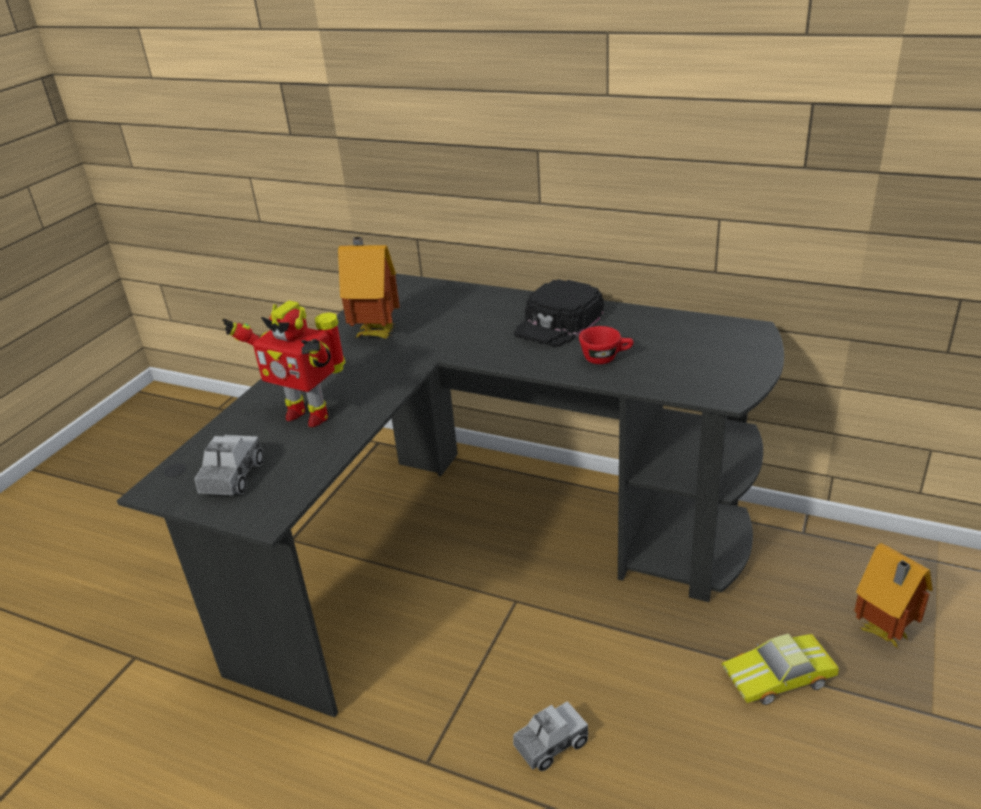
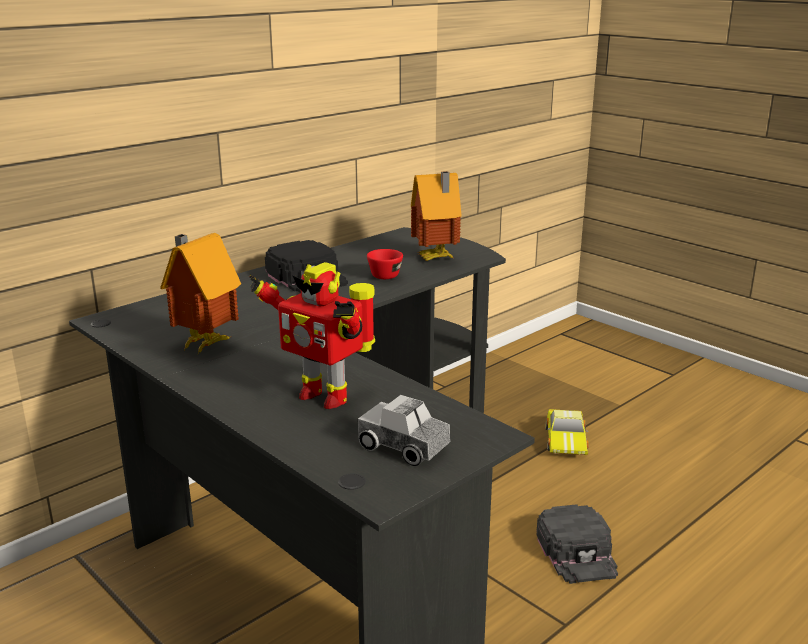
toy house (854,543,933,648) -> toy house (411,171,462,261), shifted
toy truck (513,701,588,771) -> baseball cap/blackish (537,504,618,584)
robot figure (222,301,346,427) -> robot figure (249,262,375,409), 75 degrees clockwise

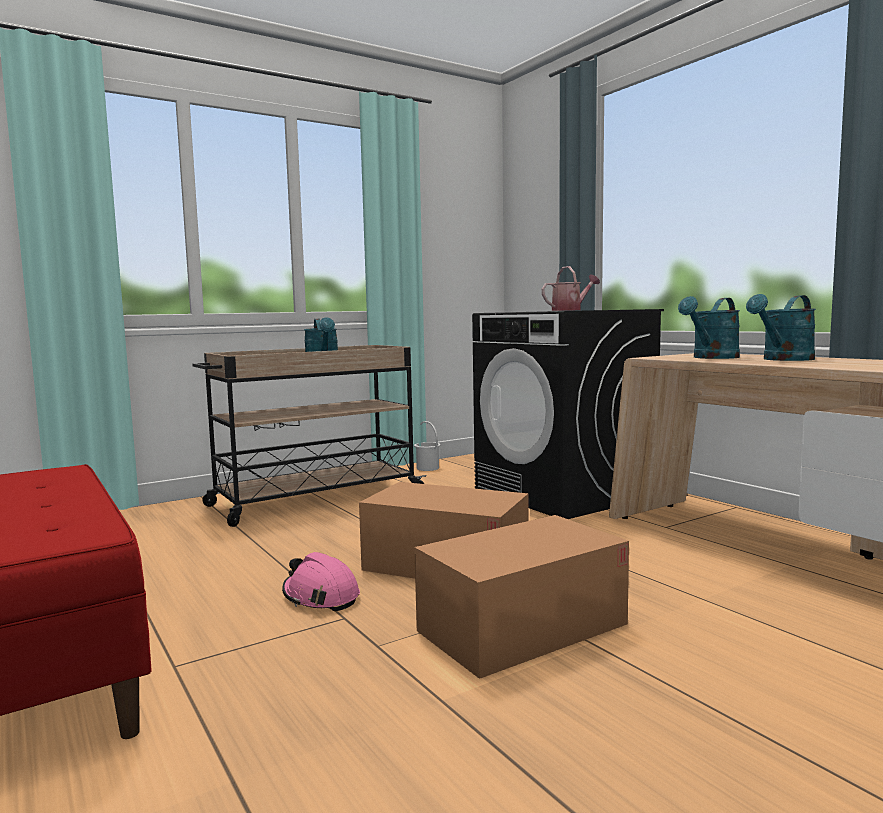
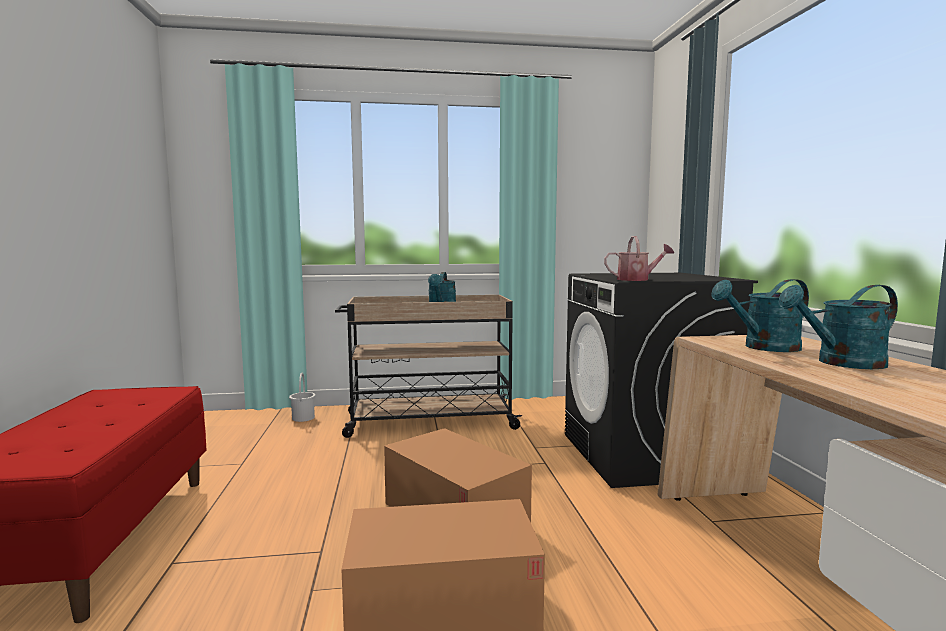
safety helmet/pinkish (282,552,360,611) -> none
pail/whitish (414,421,441,471) -> pail/whitish (289,373,316,422), shifted

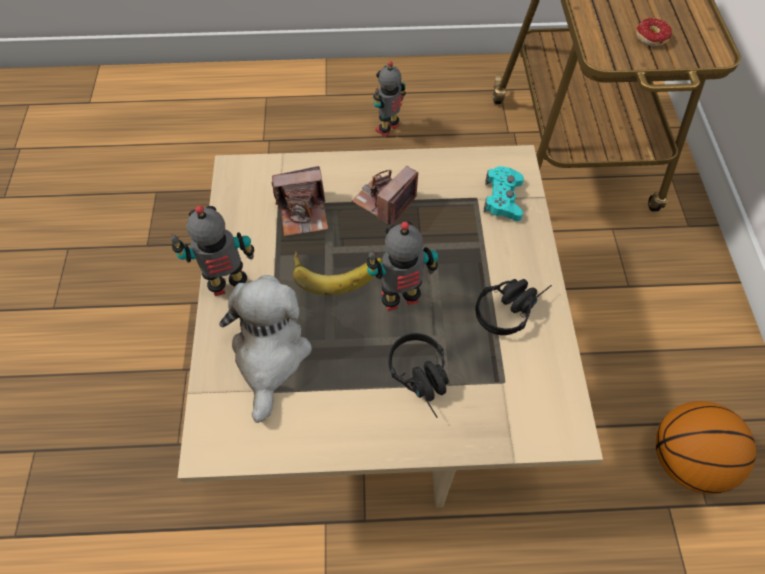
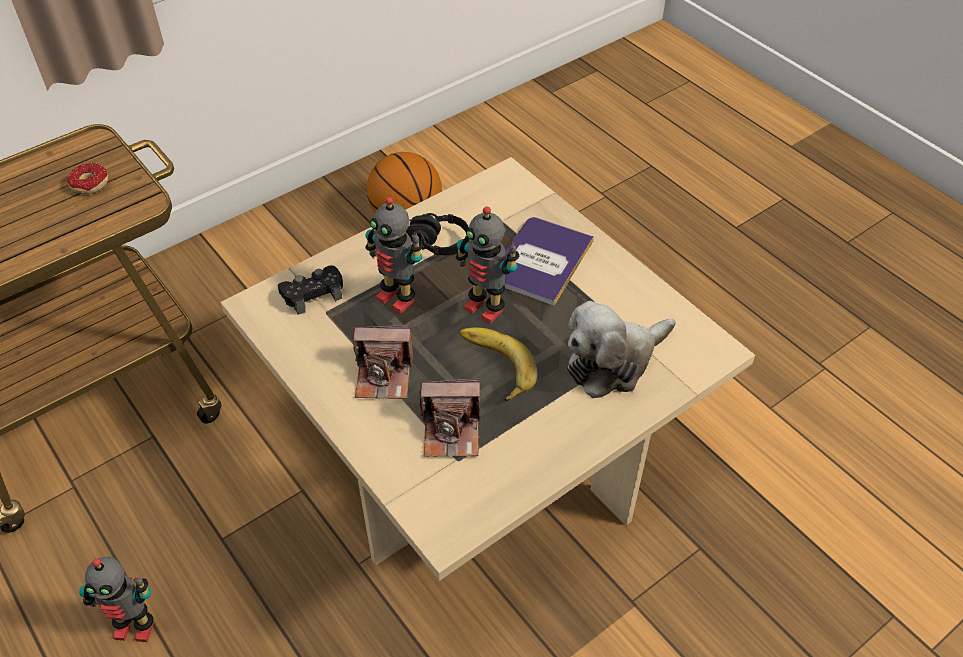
robot figure (171,205,254,296) -> robot figure (365,197,423,314), shifted
pair of headphones/blackish (388,333,449,418) -> book (504,217,594,306)
gamepad/blue-green (484,166,524,221) -> gamepad/blackish (278,265,343,315)
still camera (272,166,328,236) -> still camera (419,378,481,457), 135 degrees clockwise

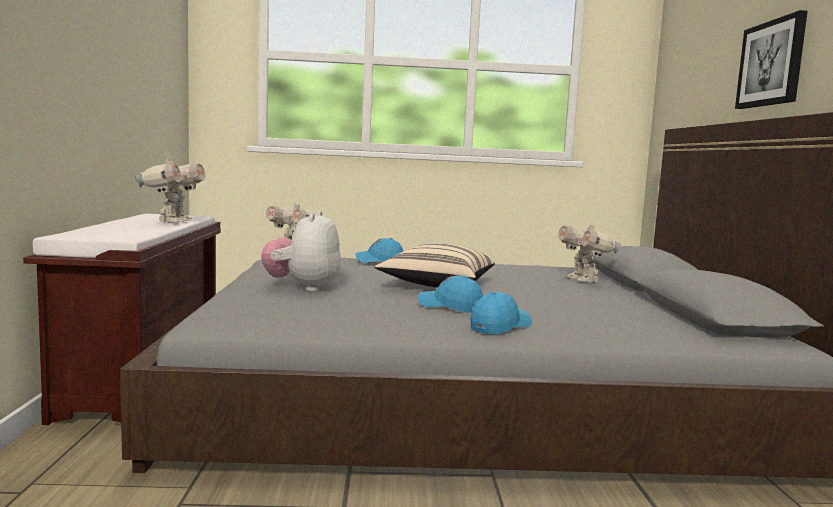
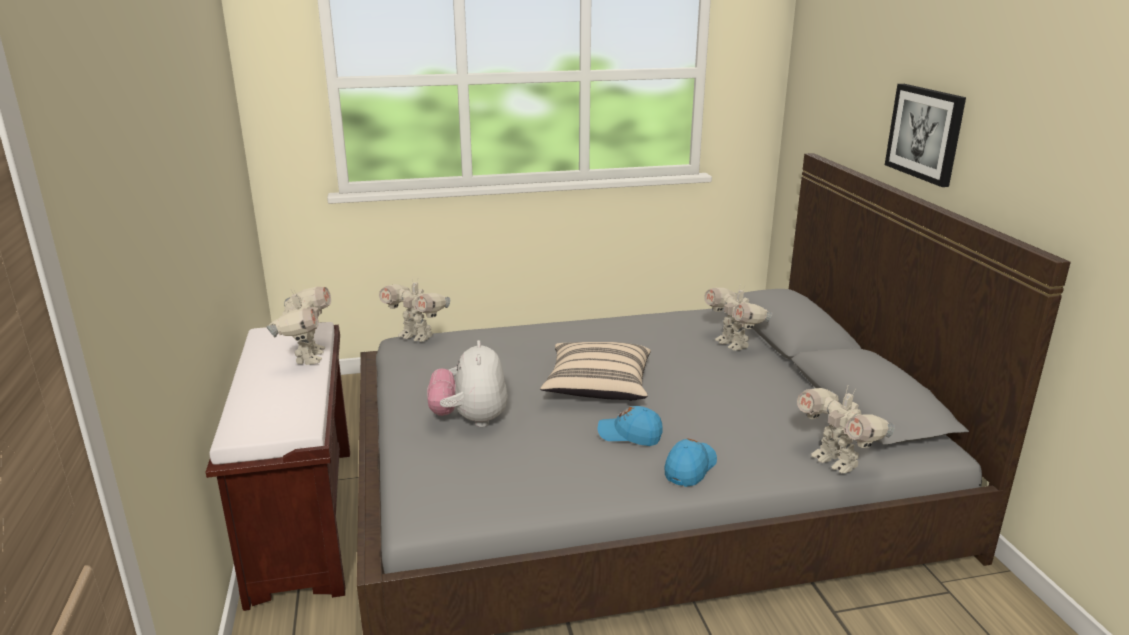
baseball cap/bluish (355,238,403,263) -> none
none -> robot figure (797,386,895,474)

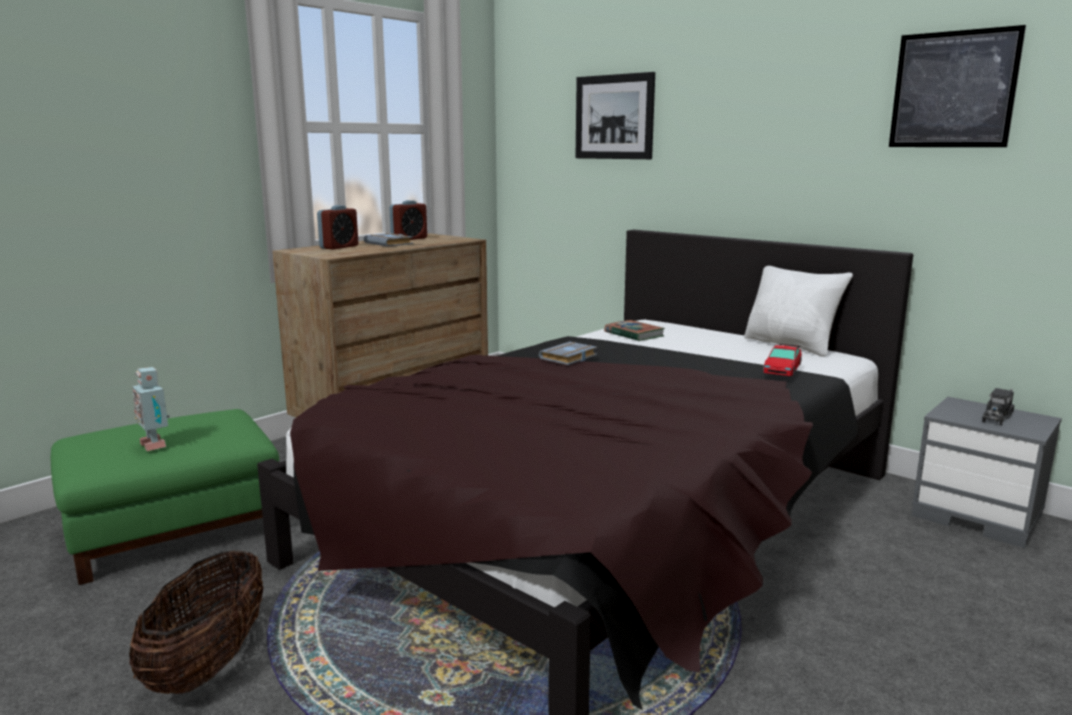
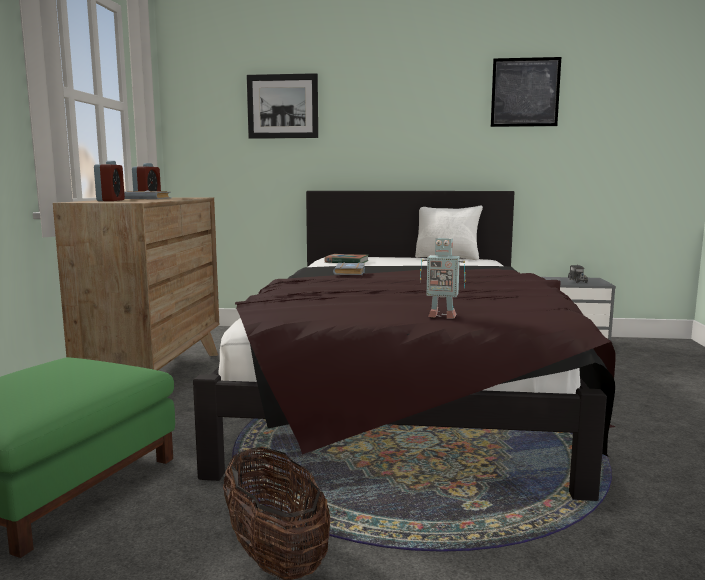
model car (763,344,802,376) -> none
robot figure (132,367,169,451) -> robot figure (420,238,466,319), shifted

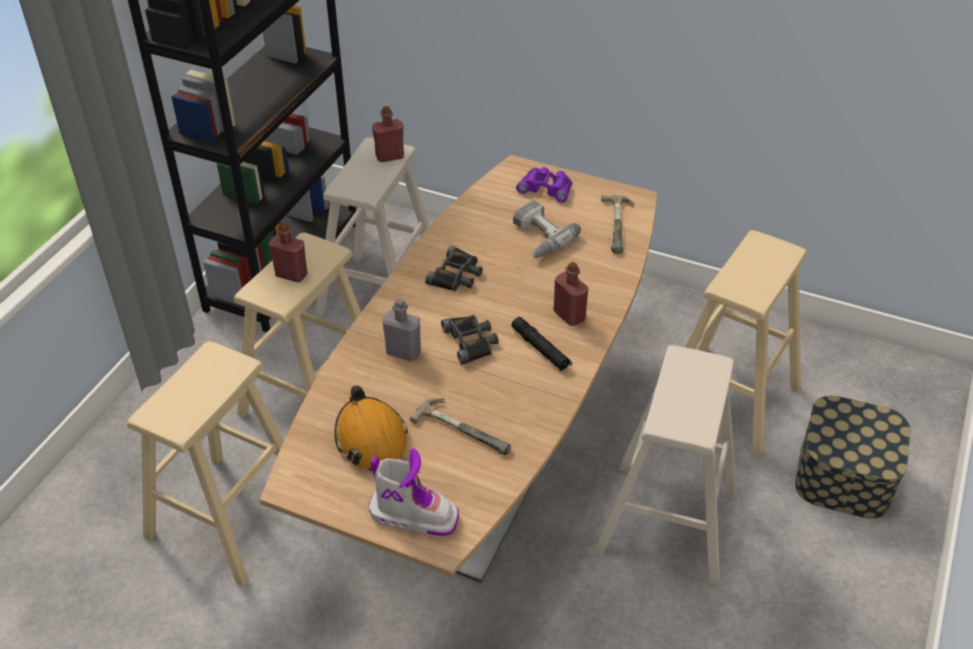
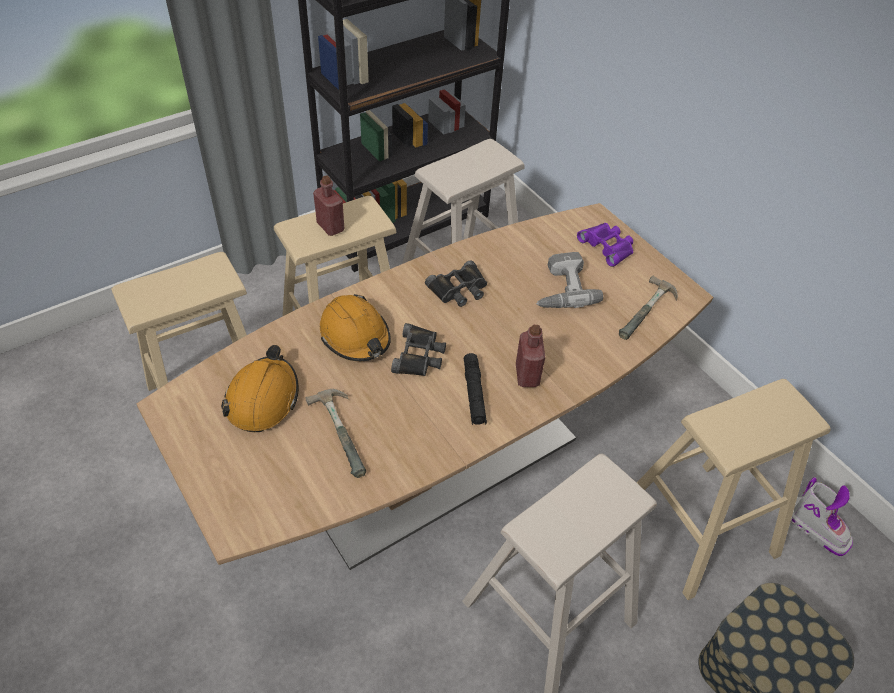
drink bottle/red-coloured (372,106,404,163) -> none
boot (369,448,459,536) -> boot (791,477,853,556), shifted
drink bottle/grey (382,299,421,362) -> safety helmet/orangey (320,294,391,361)

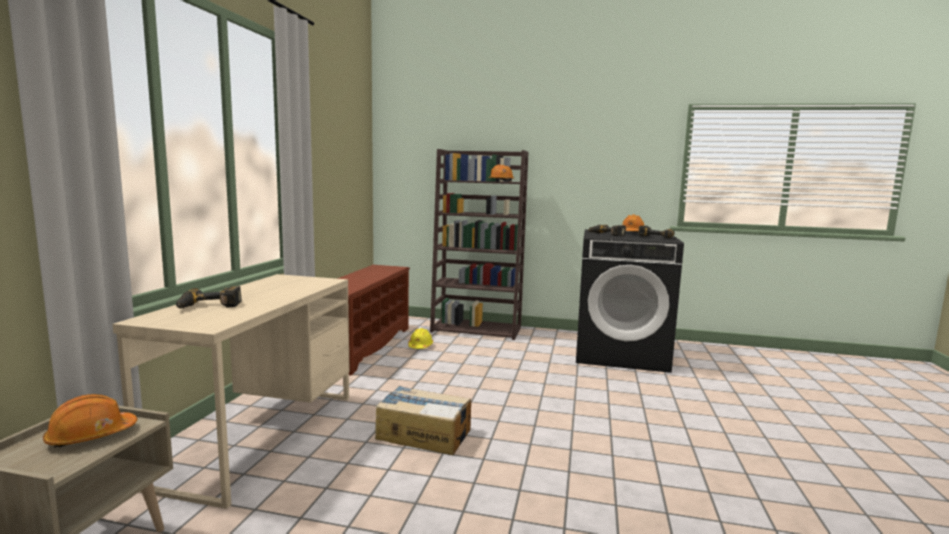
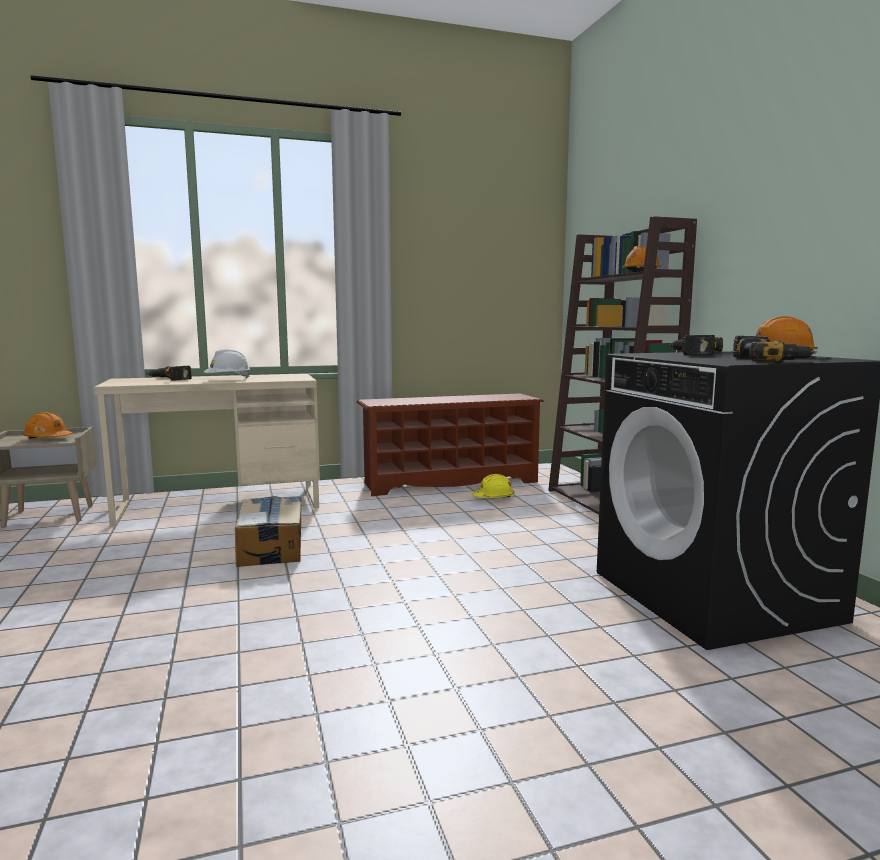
none -> safety helmet/whitish (204,349,250,378)

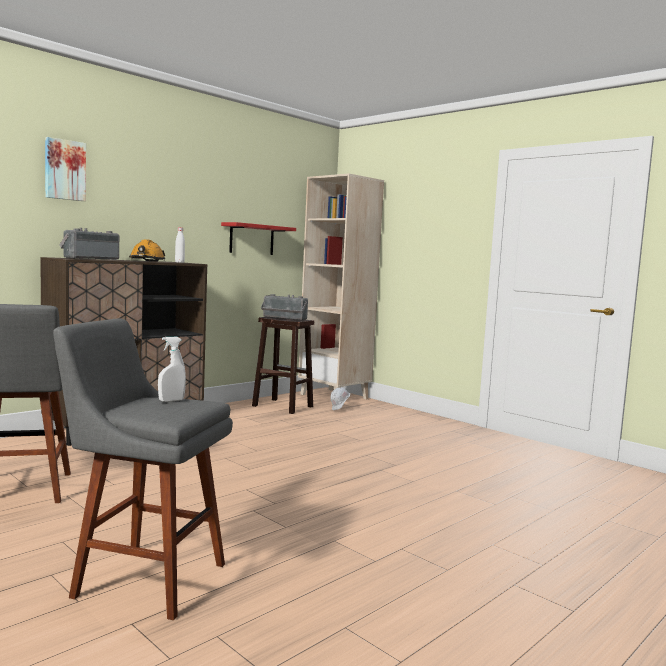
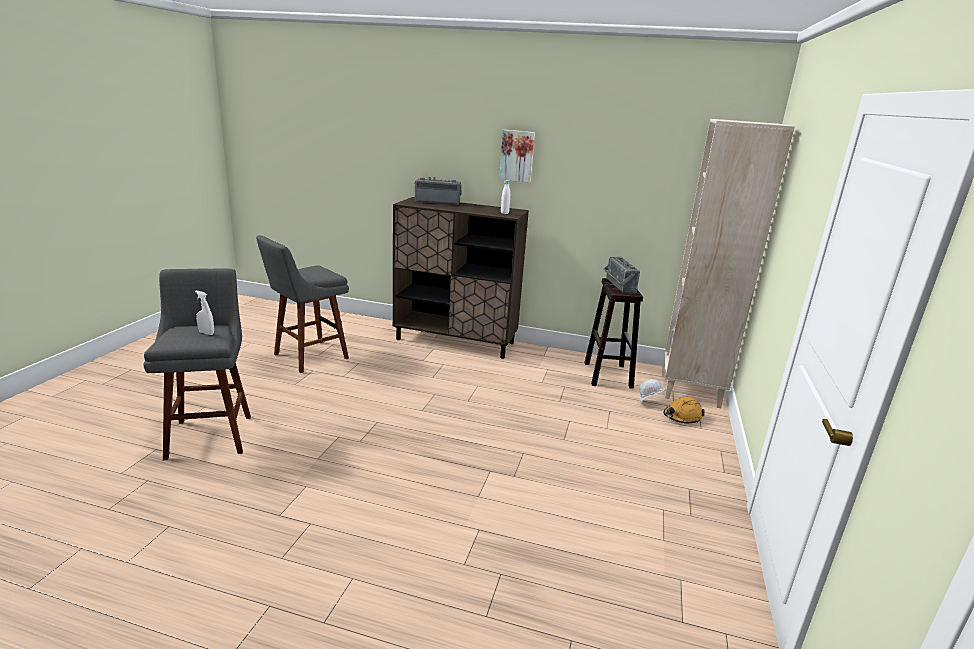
bracket shelf/red-coloured (221,222,296,255) -> none
wall art (45,137,86,201) -> wall art (499,130,535,183), shifted
safety helmet/orangey (129,239,165,262) -> safety helmet/orangey (663,397,705,423), shifted

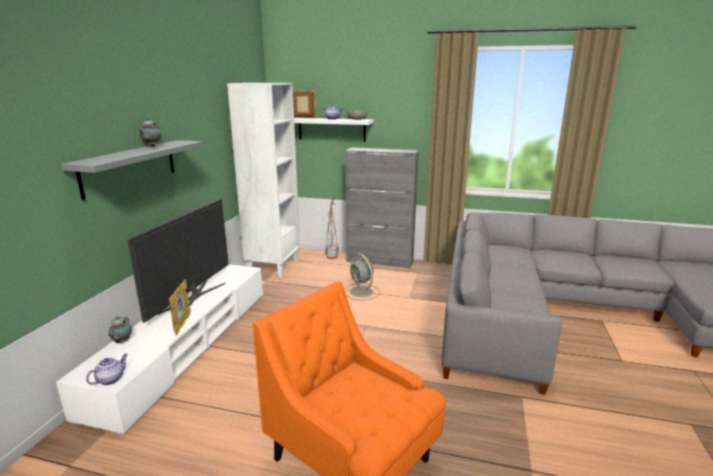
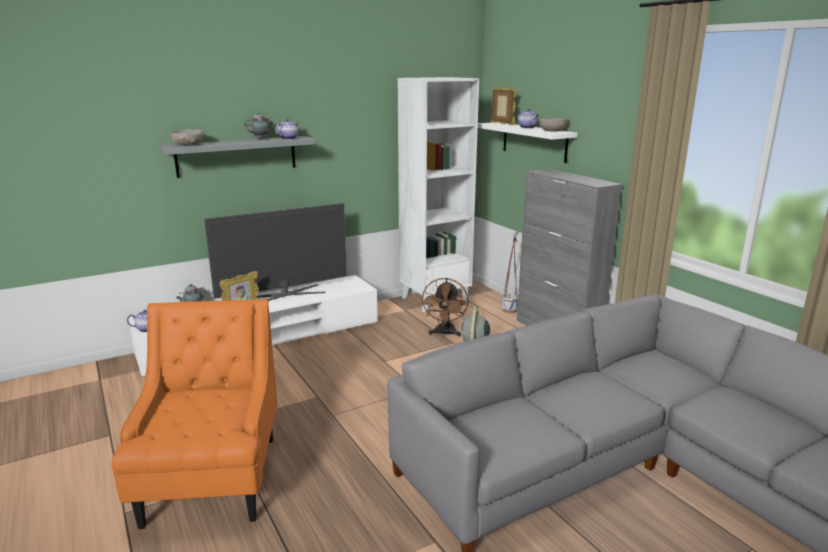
none -> serving bowl/grey (170,129,203,146)
none -> tea pot (276,119,299,140)
none -> cooling fan/brown (421,278,469,337)

